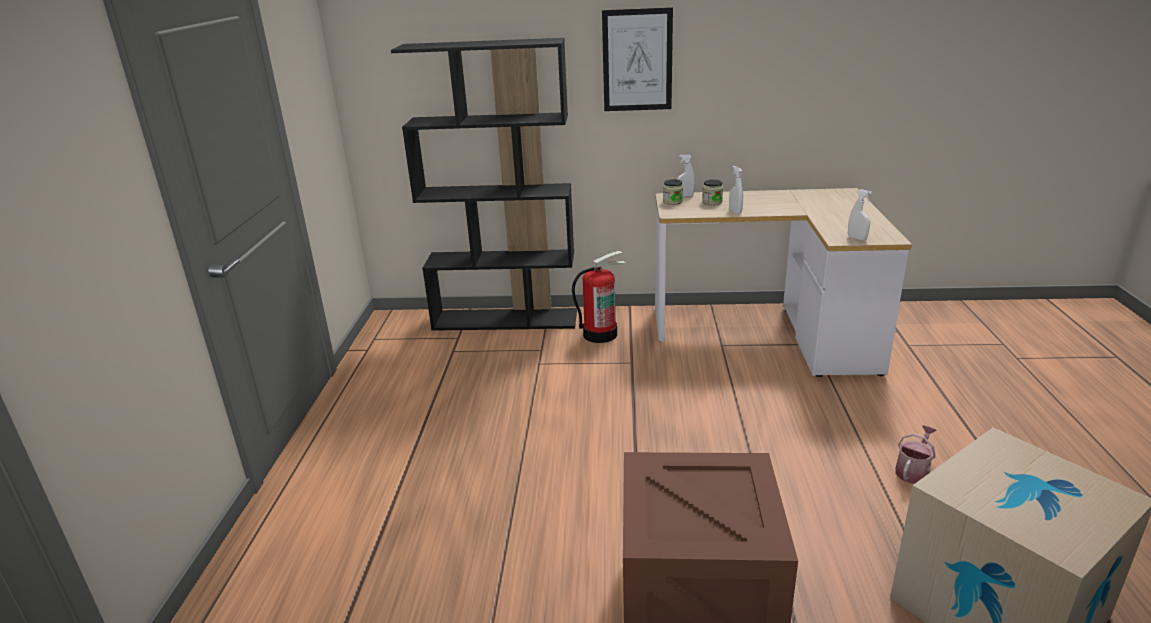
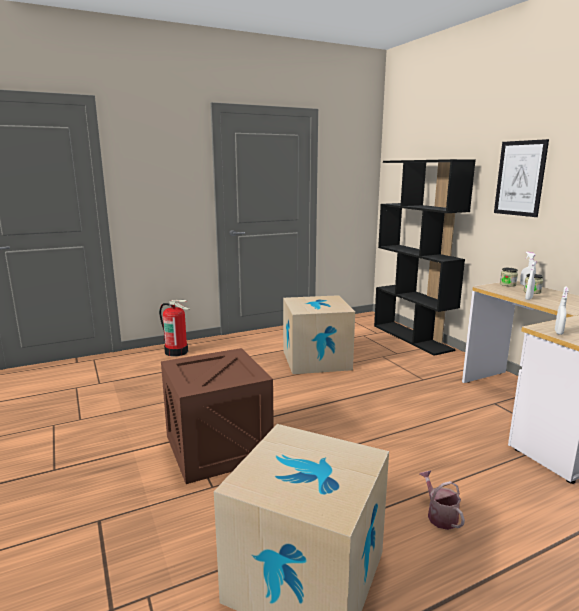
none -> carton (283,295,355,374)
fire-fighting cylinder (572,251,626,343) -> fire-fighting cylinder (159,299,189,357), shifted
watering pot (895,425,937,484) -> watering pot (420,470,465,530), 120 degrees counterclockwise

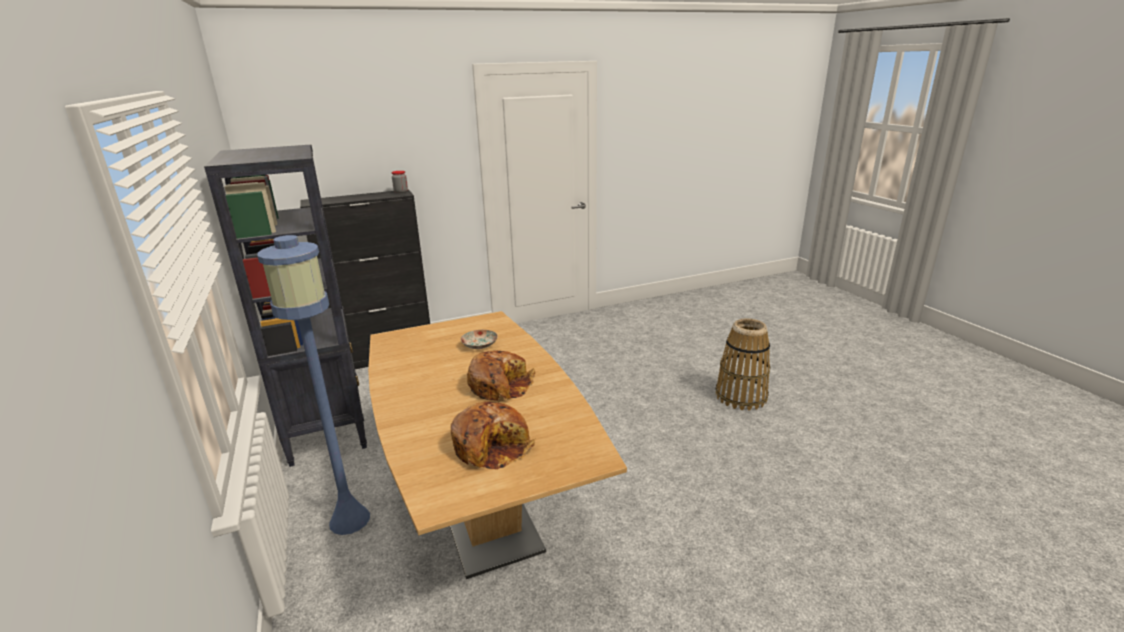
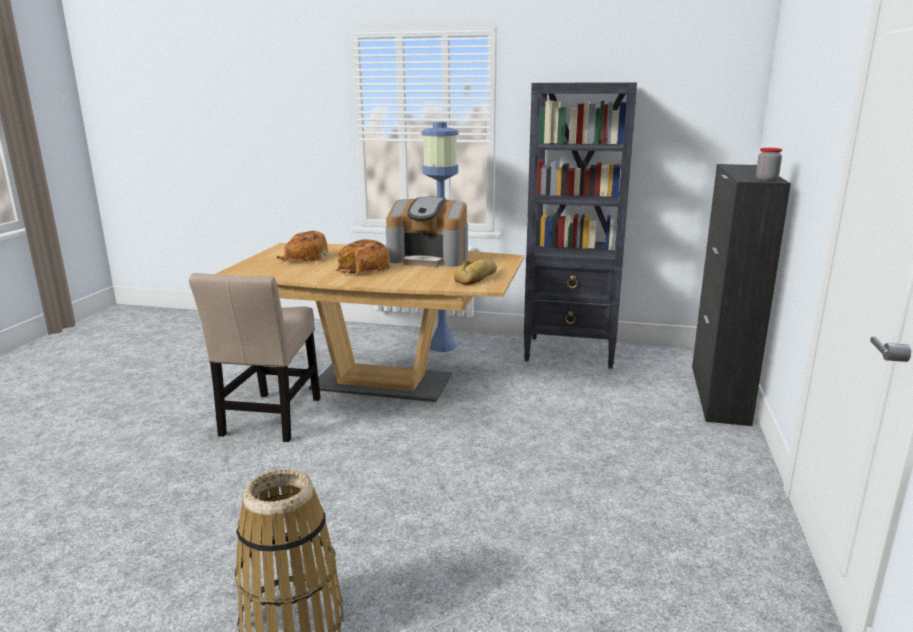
plate (460,330,498,349) -> none
none -> chair/beige-coloured (189,273,321,442)
none -> coffee maker (386,197,468,267)
none -> baked bread (454,259,497,285)

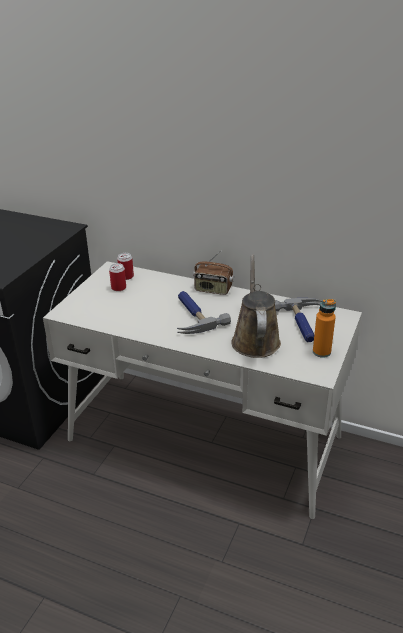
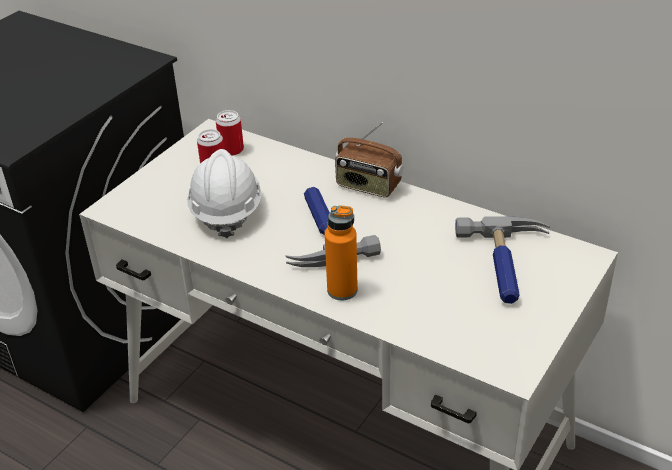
watering pot/brown (231,254,281,358) -> none
none -> safety helmet/whitish (187,149,262,238)
drink bottle/orangey (313,299,336,358) -> drink bottle/orangey (325,205,358,300), shifted

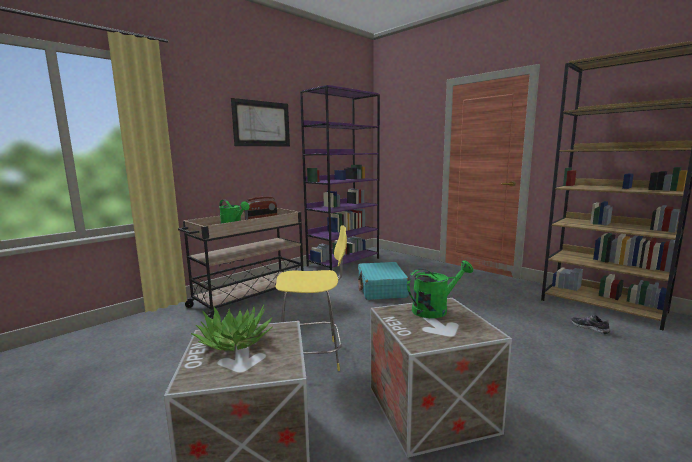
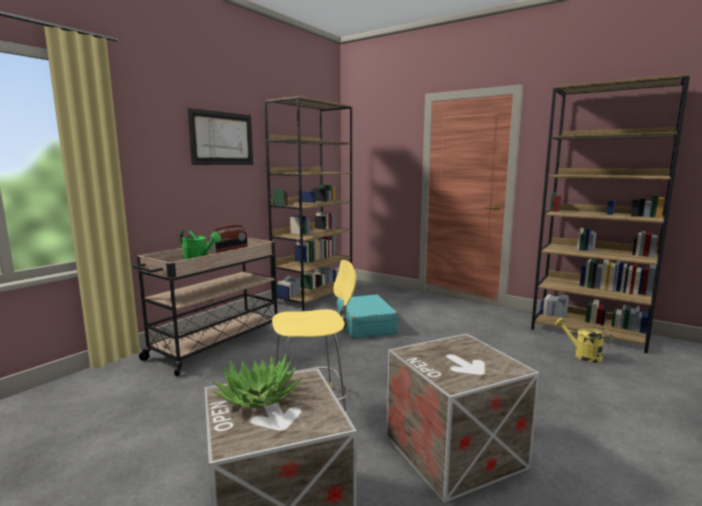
watering pot/greenish (407,260,473,318) -> none
shoe (571,315,610,334) -> watering pot/yellowish (555,318,613,363)
shelving unit/purplish (300,85,380,270) -> shelving unit/brown (264,96,352,311)

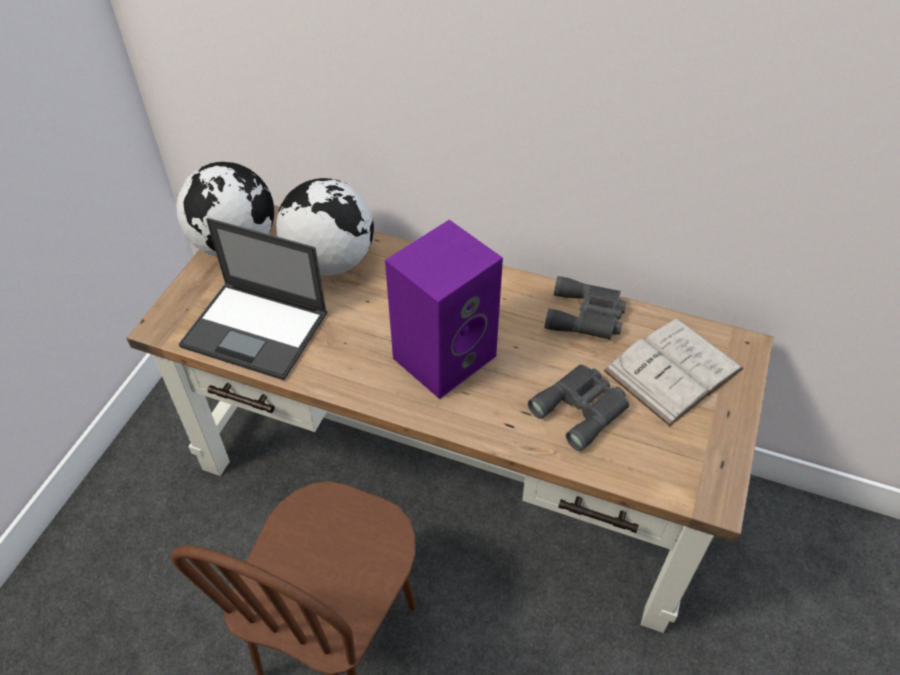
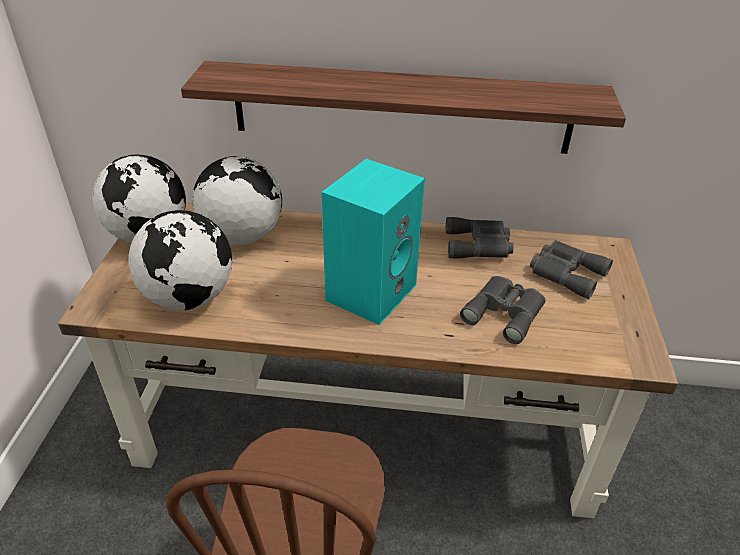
none -> bracket shelf (181,61,626,154)
laptop (179,218,327,380) -> world globe (128,210,232,310)
book/whitish (603,318,744,426) -> field glasses/grey (530,240,613,299)
speaker/purplish (385,220,503,399) -> speaker/blue-green (322,159,425,325)

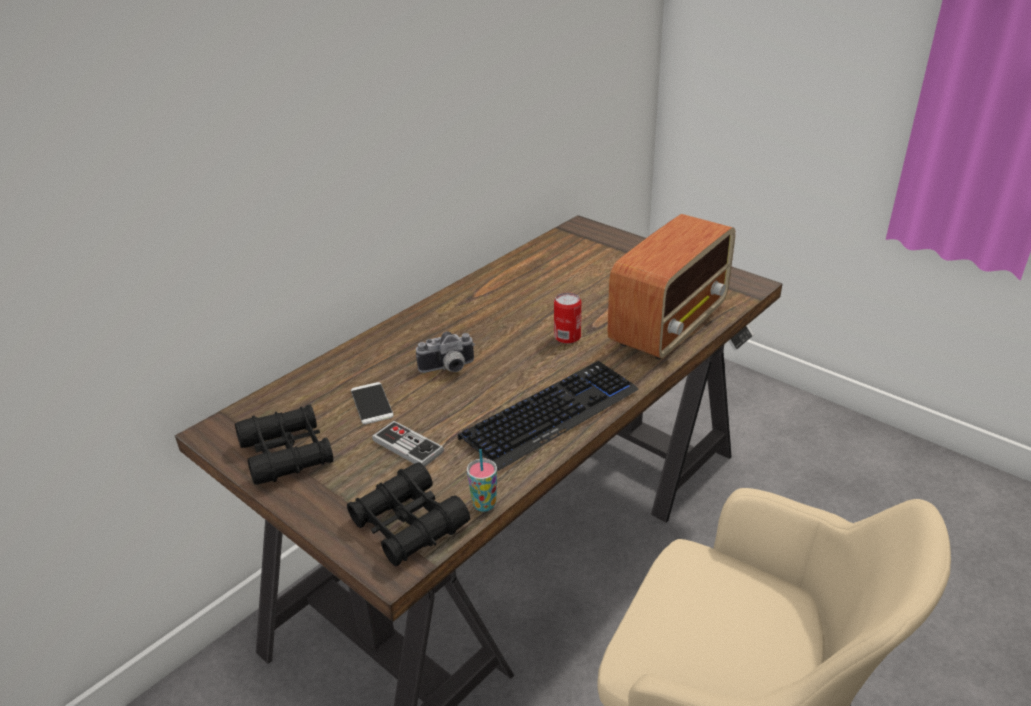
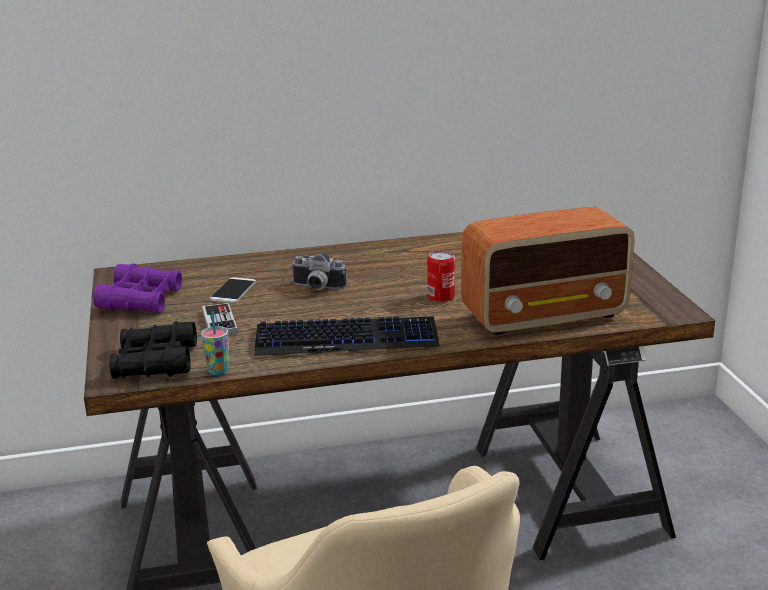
field glasses/blackish (235,404,333,485) -> field glasses/purplish (93,263,182,313)

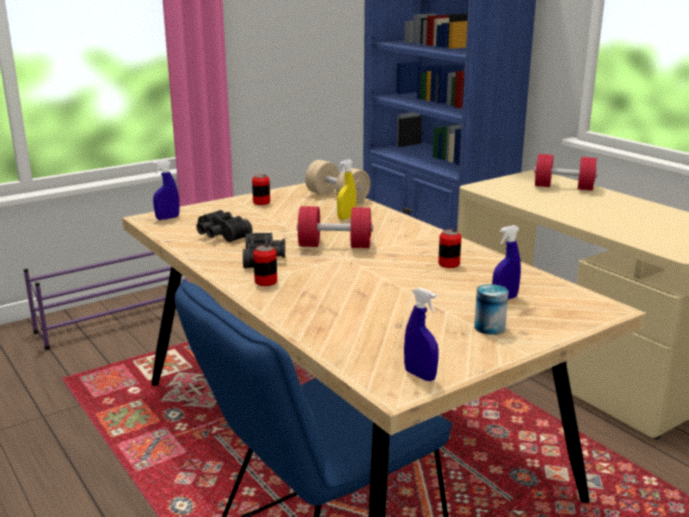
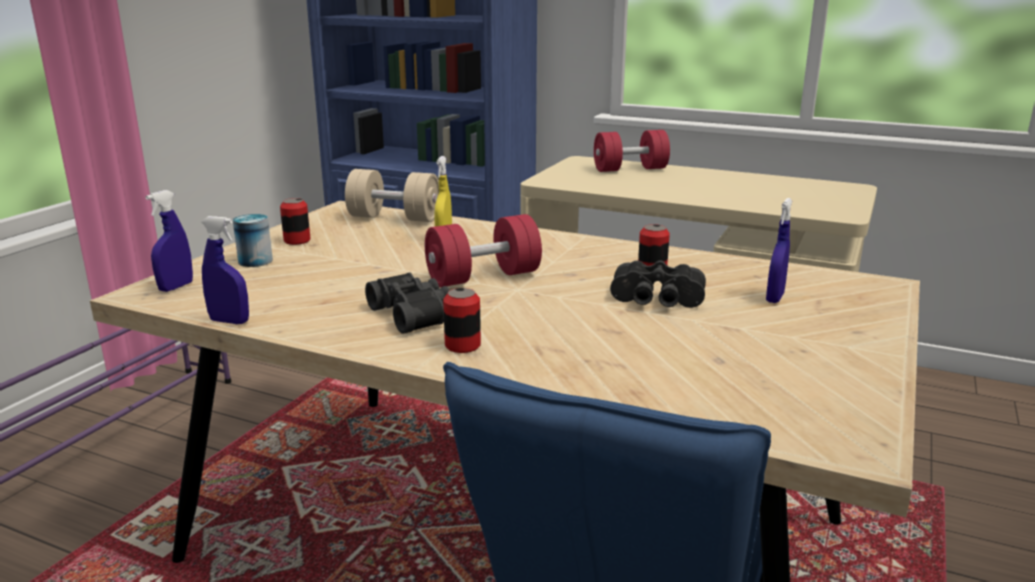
field glasses/blackish (196,210,252,242) -> field glasses/blackish (610,260,706,308), shifted
sprayer/bluish (404,287,439,381) -> sprayer/bluish (201,216,249,324), shifted
sealed can (474,284,508,335) -> sealed can (233,214,273,267), shifted

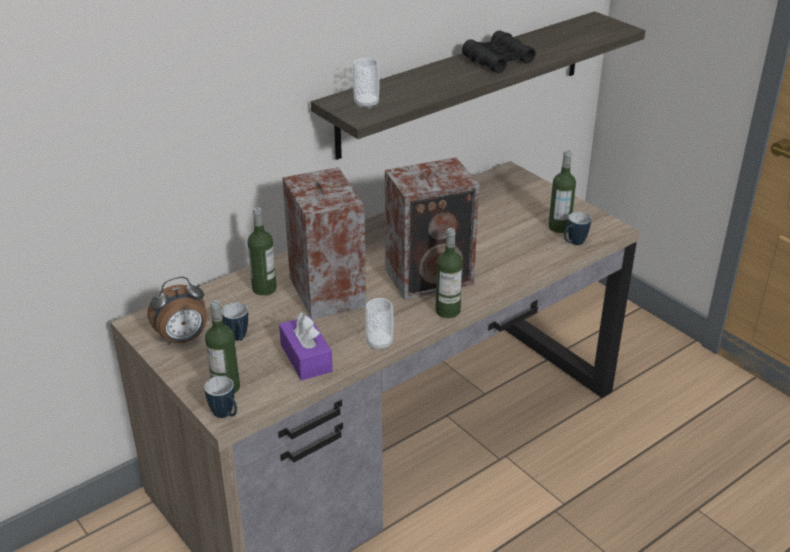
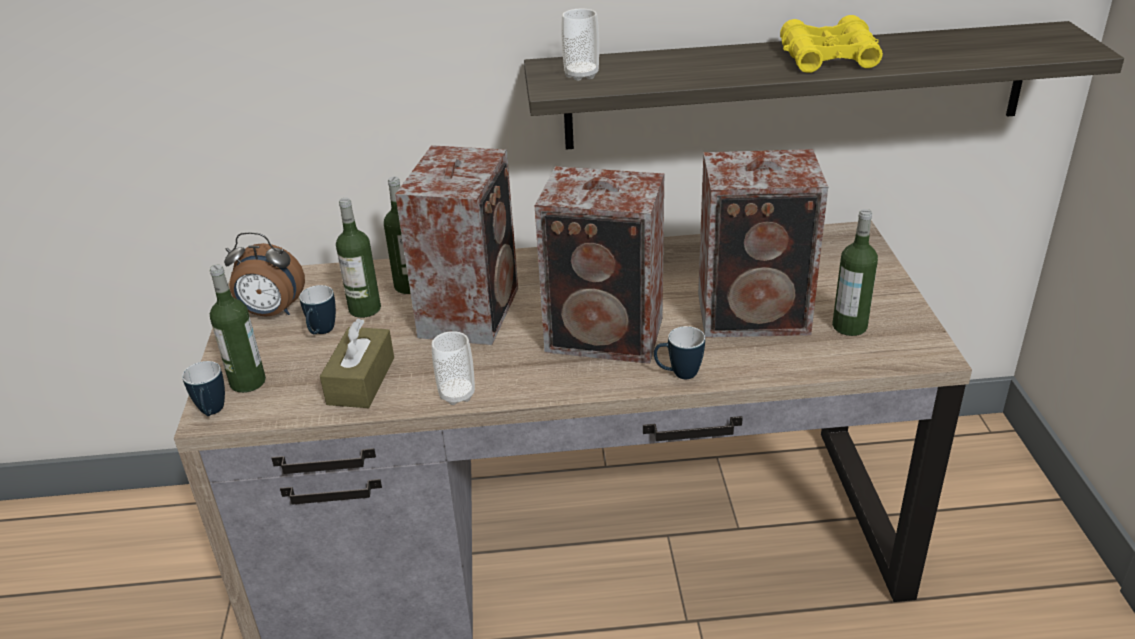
none -> speaker (698,149,828,338)
drink bottle (435,228,463,318) -> drink bottle (336,198,381,318), shifted
mug (564,212,591,245) -> mug (654,326,705,379), shifted
tissue holder/purplish (279,312,333,381) -> tissue holder/brown (320,319,394,408)
field glasses/blackish (462,30,536,73) -> field glasses/yellowish (780,15,883,73)

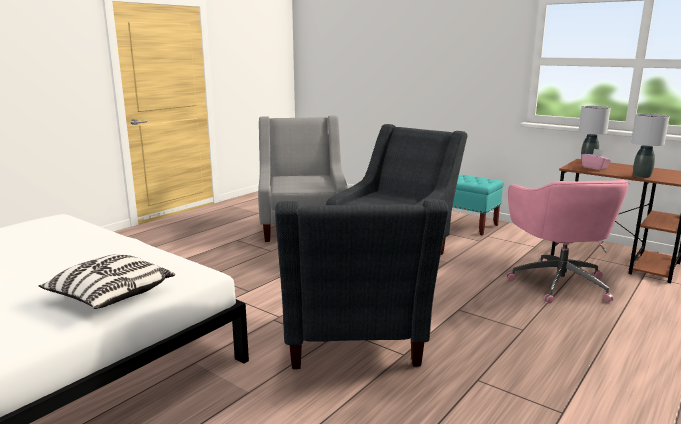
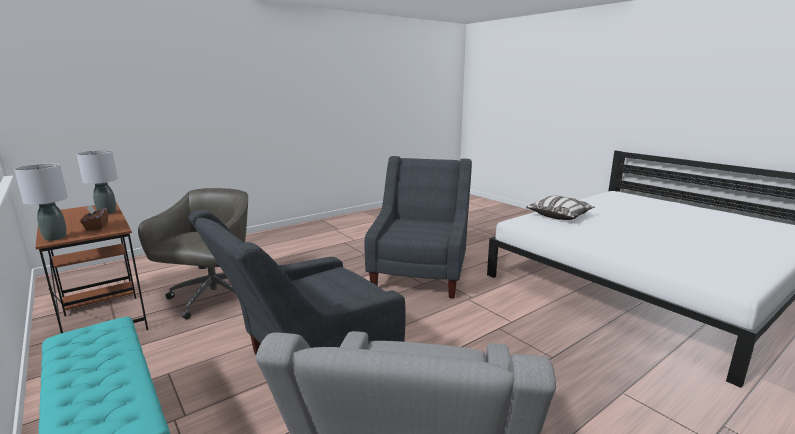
desk chair/pinkish (507,180,630,304) -> desk chair/grey (138,188,248,319)
tissue holder/pinkish (581,149,611,170) -> tissue holder/brown (80,205,108,231)

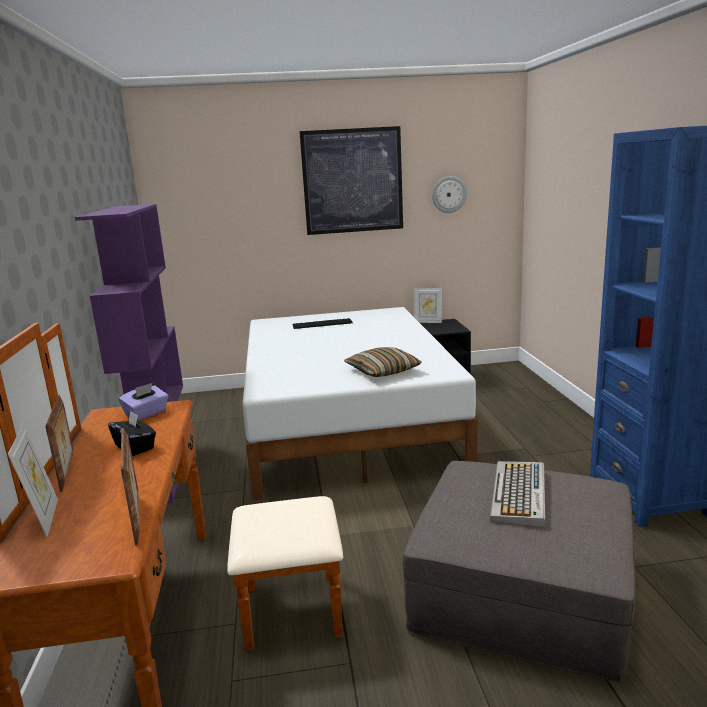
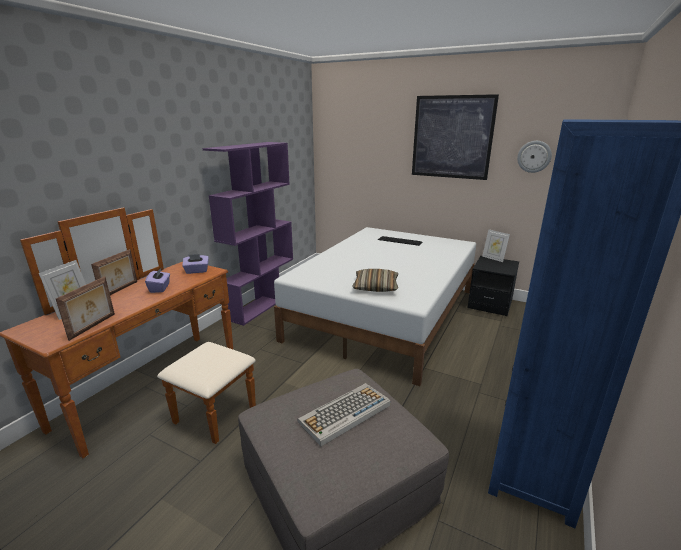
tissue holder/blackish (108,411,156,456) -> tissue holder/purplish (145,268,170,293)

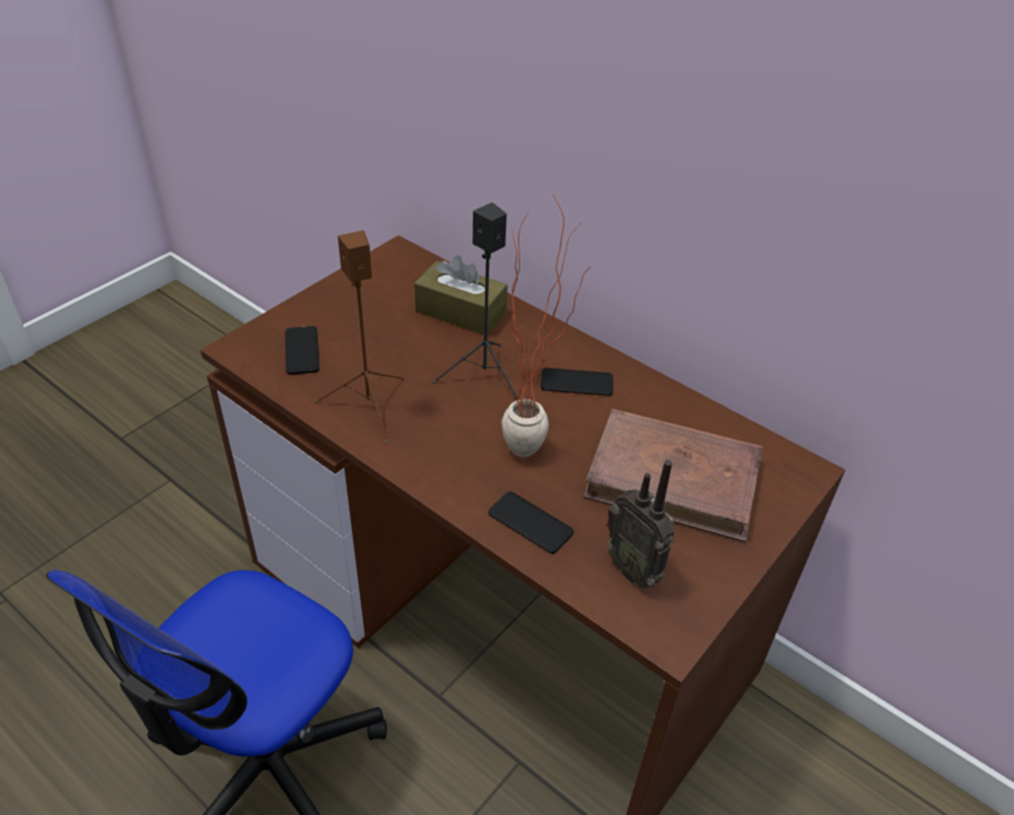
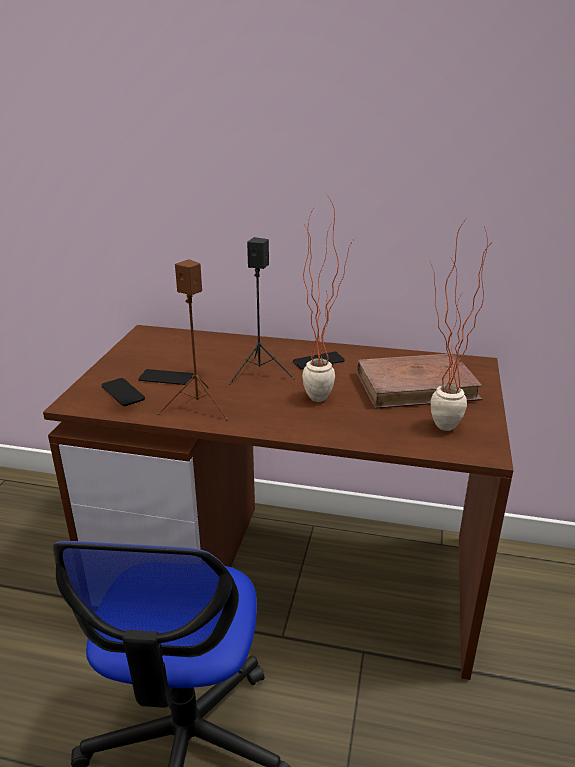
tissue holder/brown (414,255,508,335) -> none
phone (488,491,574,554) -> phone (139,369,194,385), shifted
radio (606,460,675,588) -> plant in a pot (430,214,493,431)

